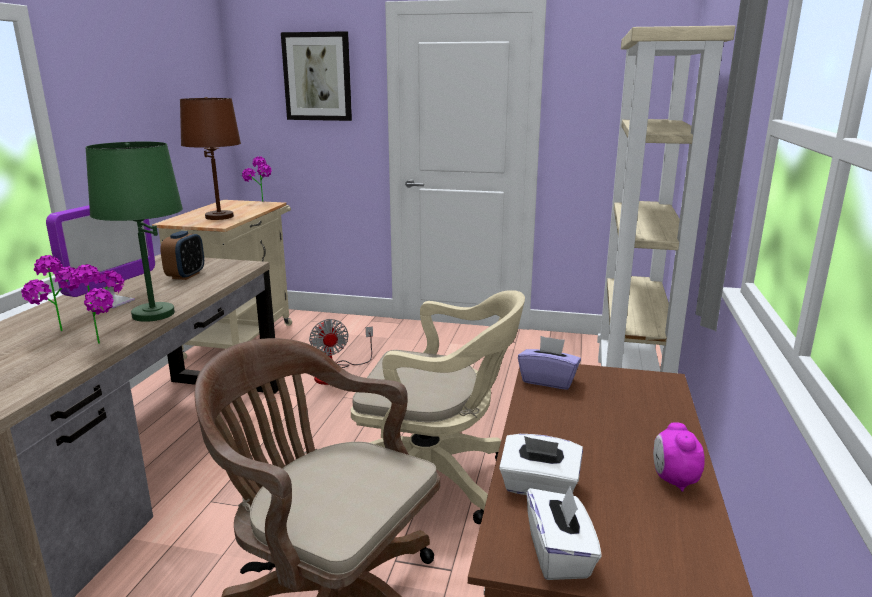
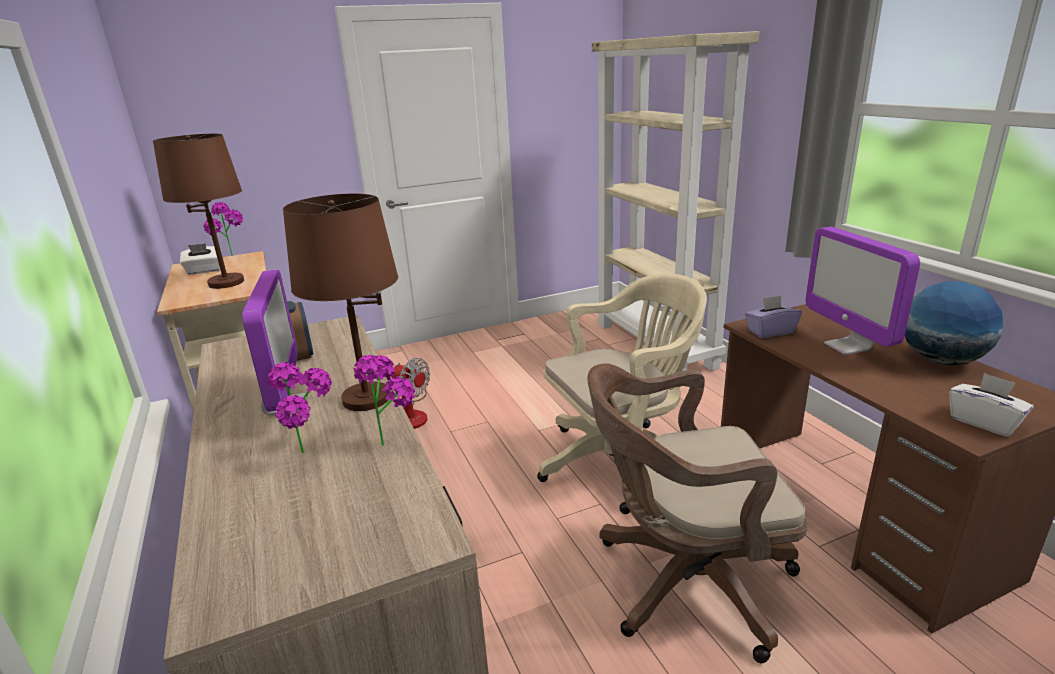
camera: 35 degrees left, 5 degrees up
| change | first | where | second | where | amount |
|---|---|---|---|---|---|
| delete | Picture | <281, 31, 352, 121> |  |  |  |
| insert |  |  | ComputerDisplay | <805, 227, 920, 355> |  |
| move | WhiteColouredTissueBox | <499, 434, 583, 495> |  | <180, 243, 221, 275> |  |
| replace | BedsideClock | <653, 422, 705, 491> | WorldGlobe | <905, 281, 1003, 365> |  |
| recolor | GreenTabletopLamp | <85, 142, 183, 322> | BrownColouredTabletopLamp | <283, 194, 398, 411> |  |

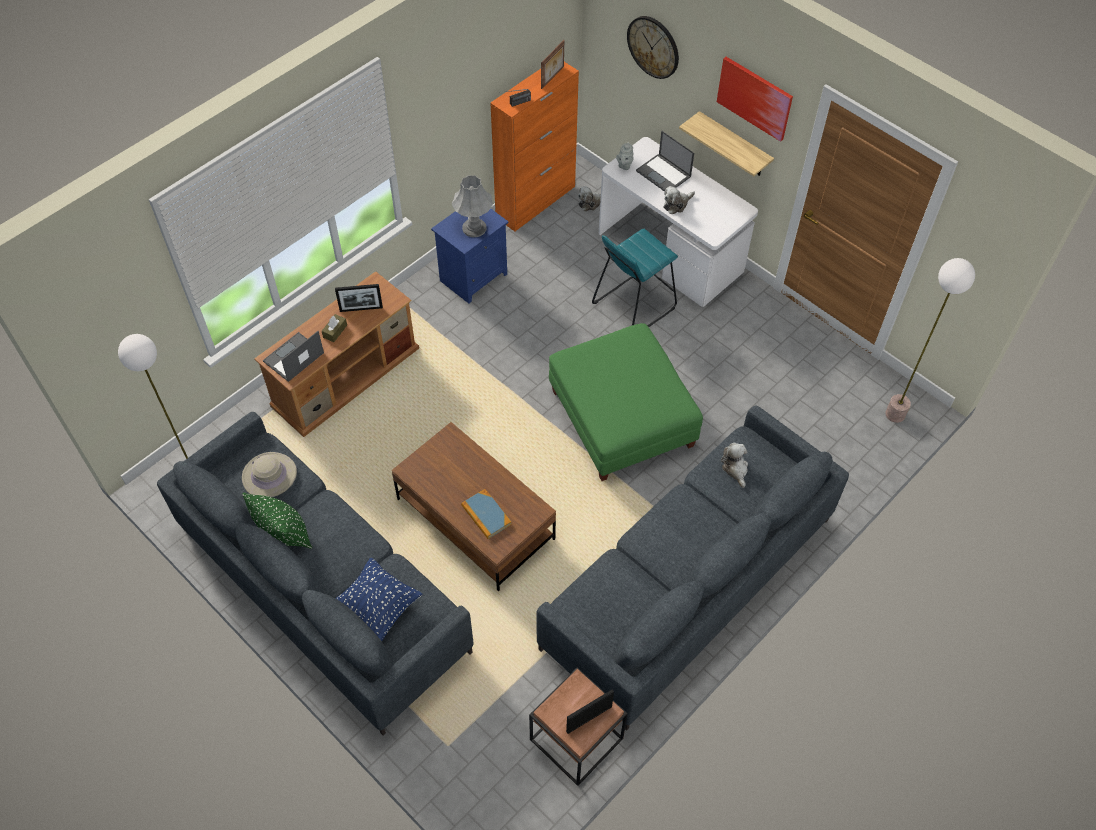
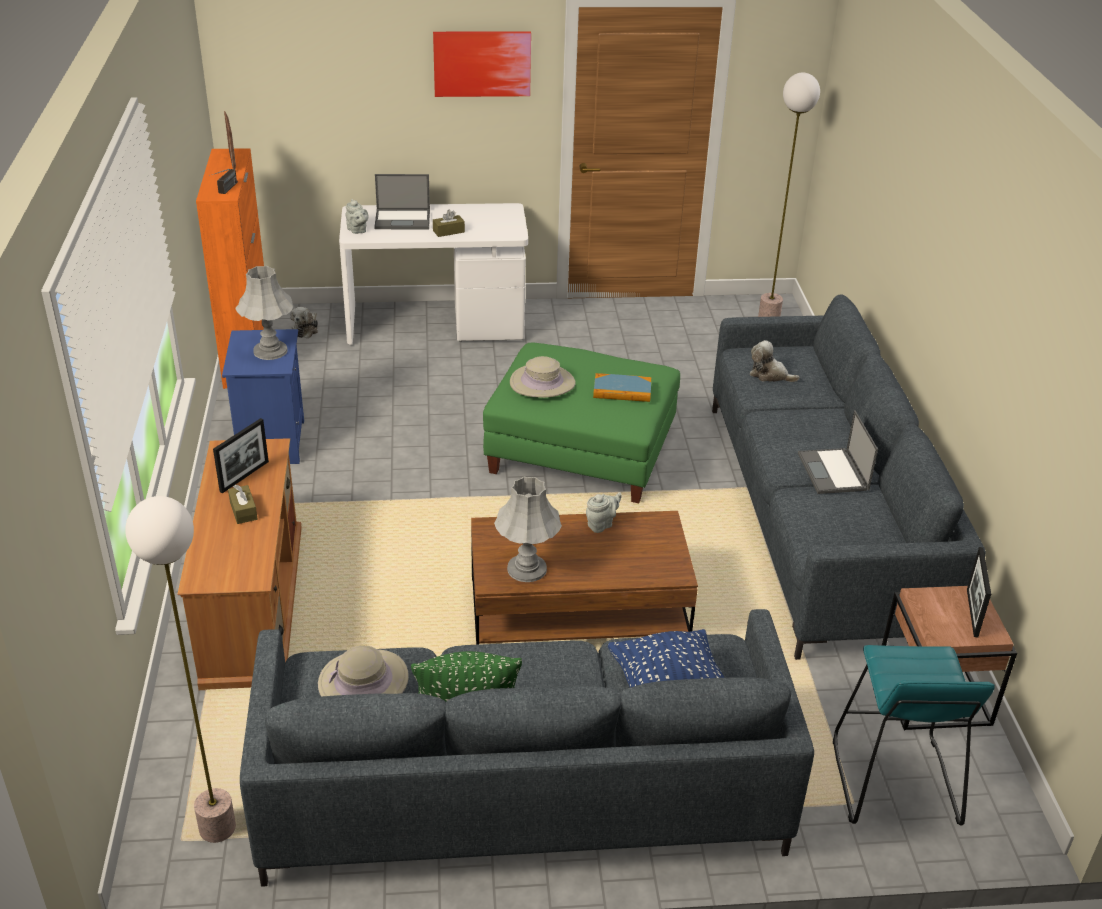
camera: 50 degrees left, 20 degrees down
| change | first | where | second | where | amount |
|---|---|---|---|---|---|
| delete | HangingClock | <627, 16, 679, 79> |  |  |  |
| delete | WallShelf | <679, 111, 774, 176> |  |  |  |
| insert |  |  | GreyishTabletopLamp | <494, 476, 562, 582> |  |
| insert |  |  | BeigeWearableHat | <510, 356, 576, 398> |  |
| insert |  |  | GreyishPotForTea | <586, 492, 622, 533> |  |
| move | PortableComputer | <263, 331, 324, 382> |  | <798, 410, 878, 494> |  |
| move | Book | <461, 489, 512, 539> |  | <593, 373, 651, 402> |  |
| move | TurquoiseColouredSittingStool | <592, 229, 678, 327> |  | <833, 645, 995, 826> |  |
| replace | SoftToy | <663, 186, 695, 214> | BrownColouredTissueBox | <433, 210, 465, 237> |  |

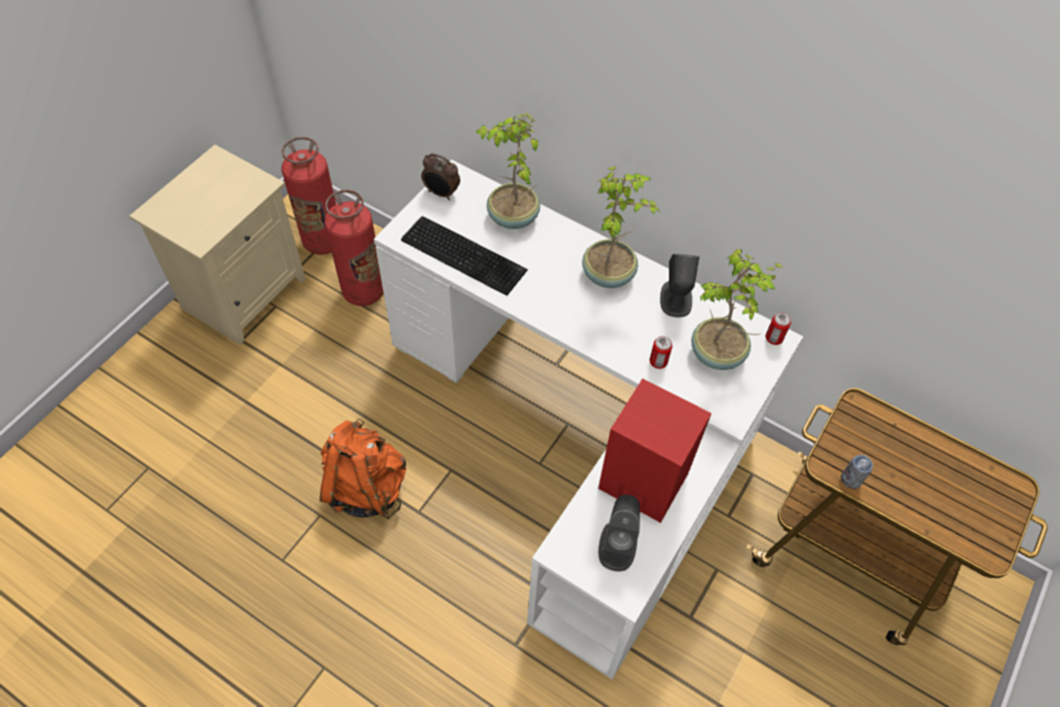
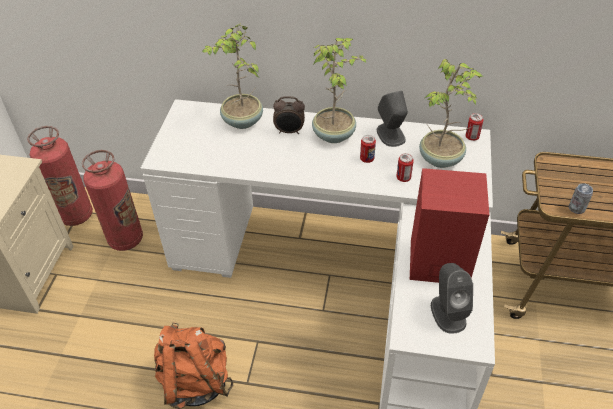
camera: 20 degrees left, 10 degrees down
| change | first | where | second | where | amount |
|---|---|---|---|---|---|
| delete | Keyboard | <401, 216, 528, 296> |  |  |  |
| insert |  |  | MetalCan | <360, 135, 376, 163> |  |
| move | BedsideClock | <421, 153, 460, 200> |  | <273, 96, 305, 134> |  |

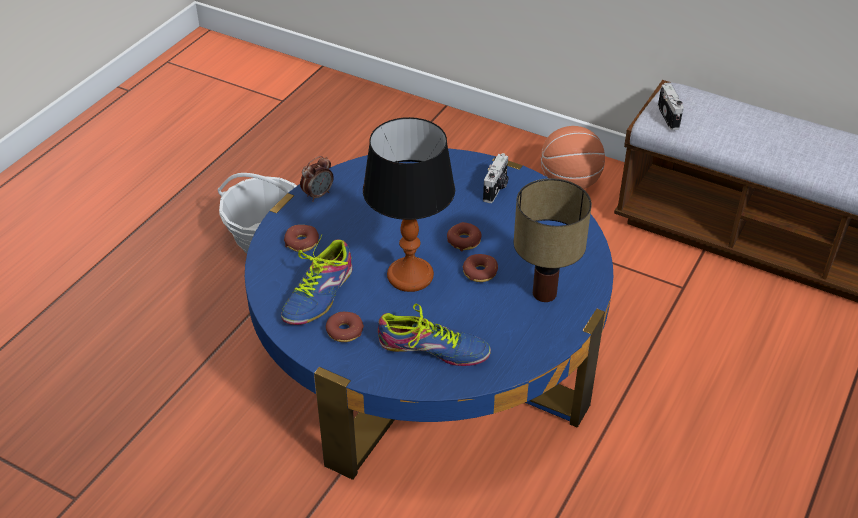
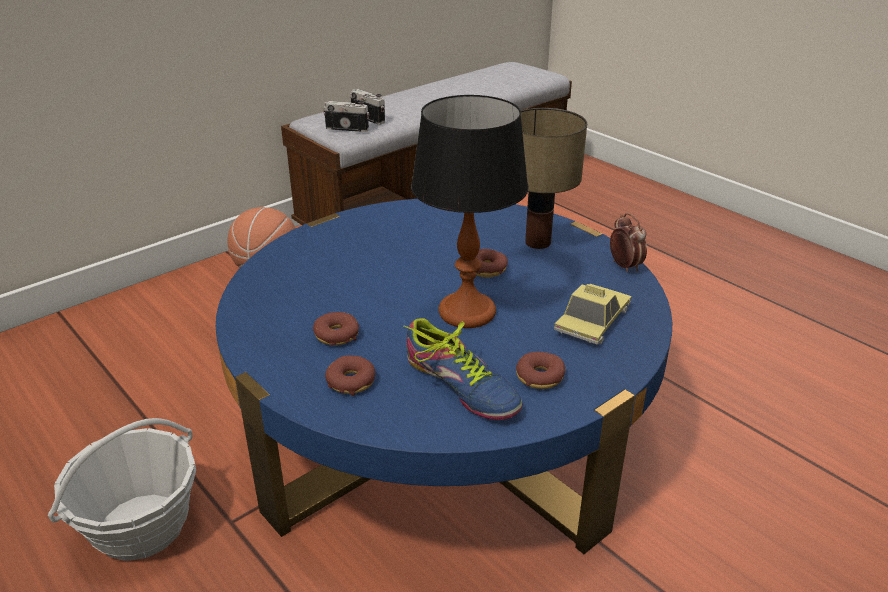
camera: 70 degrees left, 10 degrees down
| change | first | where | second | where | amount |
|---|---|---|---|---|---|
| move | BedsideClock | <300, 156, 334, 202> |  | <610, 213, 647, 272> |  |
| move | RingDoughnut | <447, 222, 482, 251> |  | <313, 312, 359, 345> |  |
| move | StillCamera | <483, 153, 508, 203> |  | <350, 89, 385, 125> |  |
| replace | ItemOfFootwear | <378, 303, 491, 366> | ModelCar | <554, 284, 632, 345> |  |

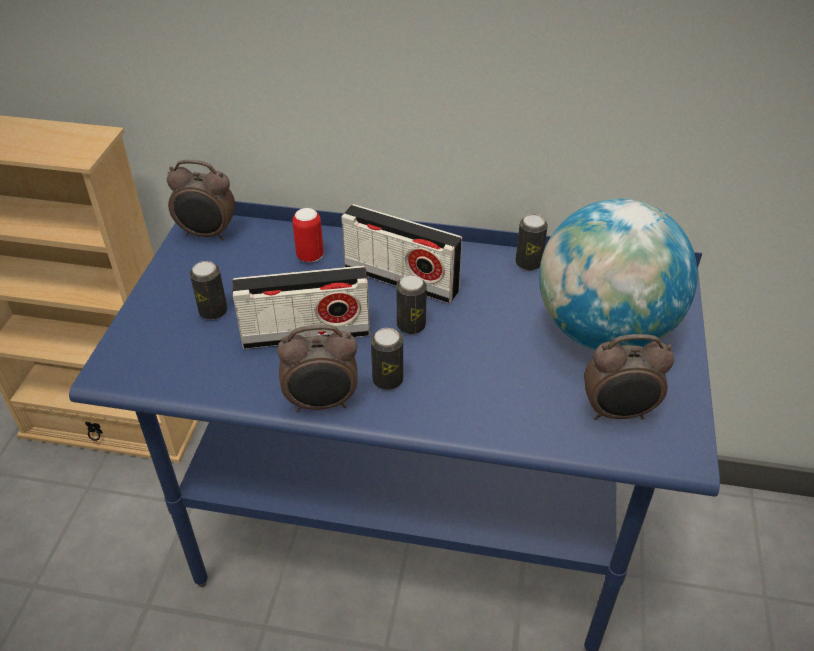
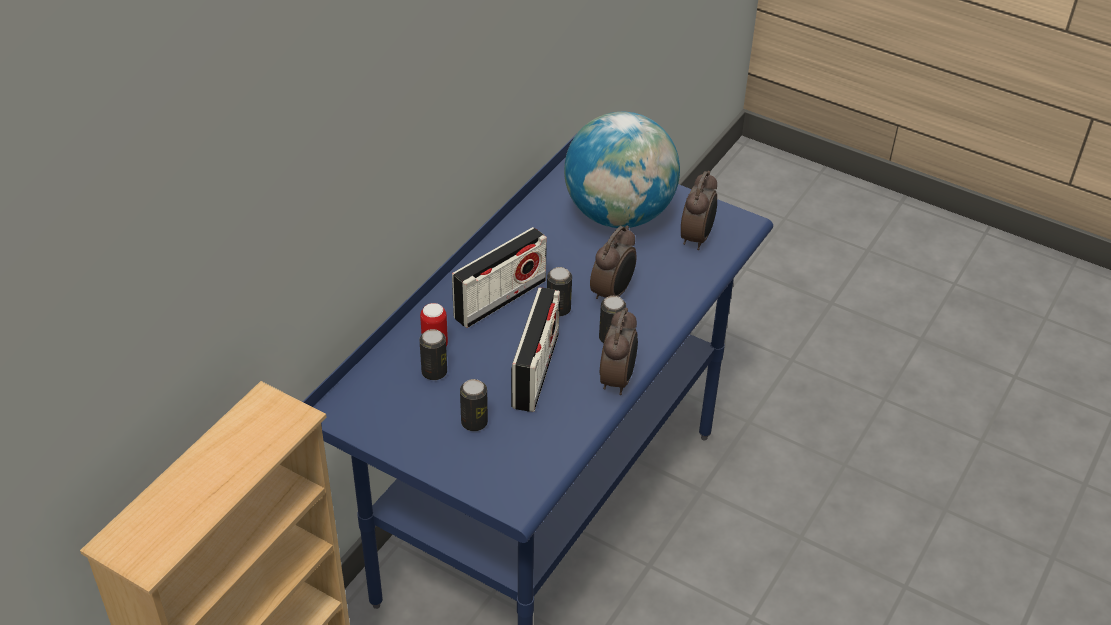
camera: 70 degrees left, 0 degrees up
| change | first | where | second | where | amount |
|---|---|---|---|---|---|
| move | BedsideClock | <167, 160, 235, 241> |  | <590, 226, 637, 299> |  |
| move | MetalCan | <515, 214, 548, 270> |  | <419, 329, 447, 380> |  |

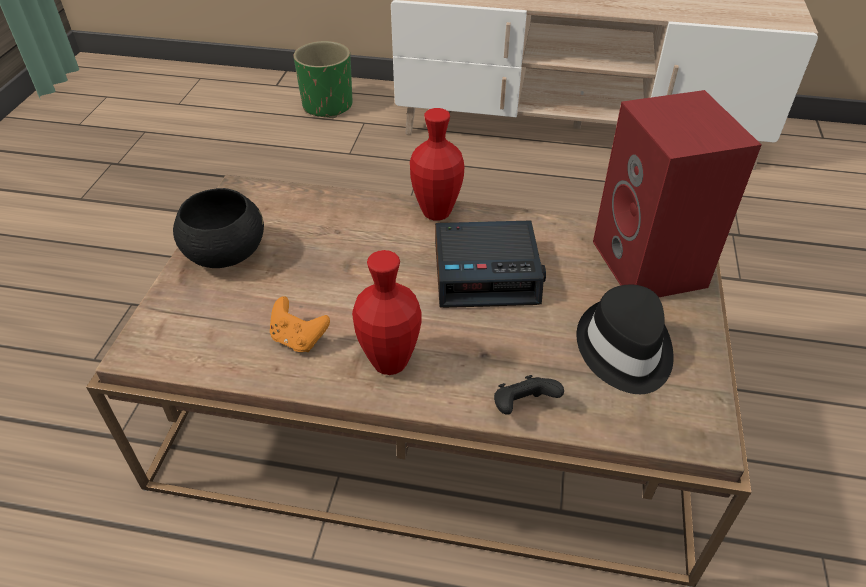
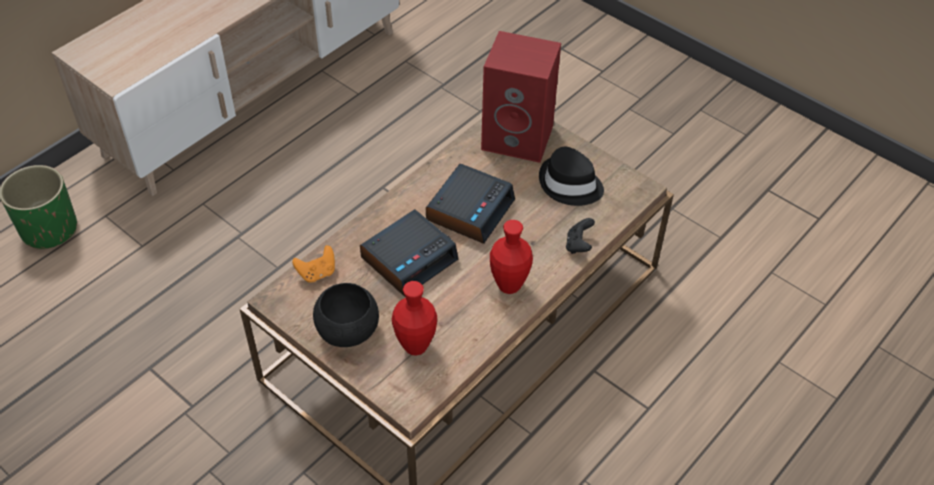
camera: 60 degrees left, 5 degrees up
| change | first | where | second | where | amount |
|---|---|---|---|---|---|
| insert |  |  | BedsideClock | <360, 209, 458, 297> |  |
| move | OrangeColouredJoypad | <270, 296, 330, 352> |  | <292, 245, 335, 283> |  |
| move | ReddishFlowerVase | <410, 108, 464, 221> |  | <392, 281, 437, 356> |  |

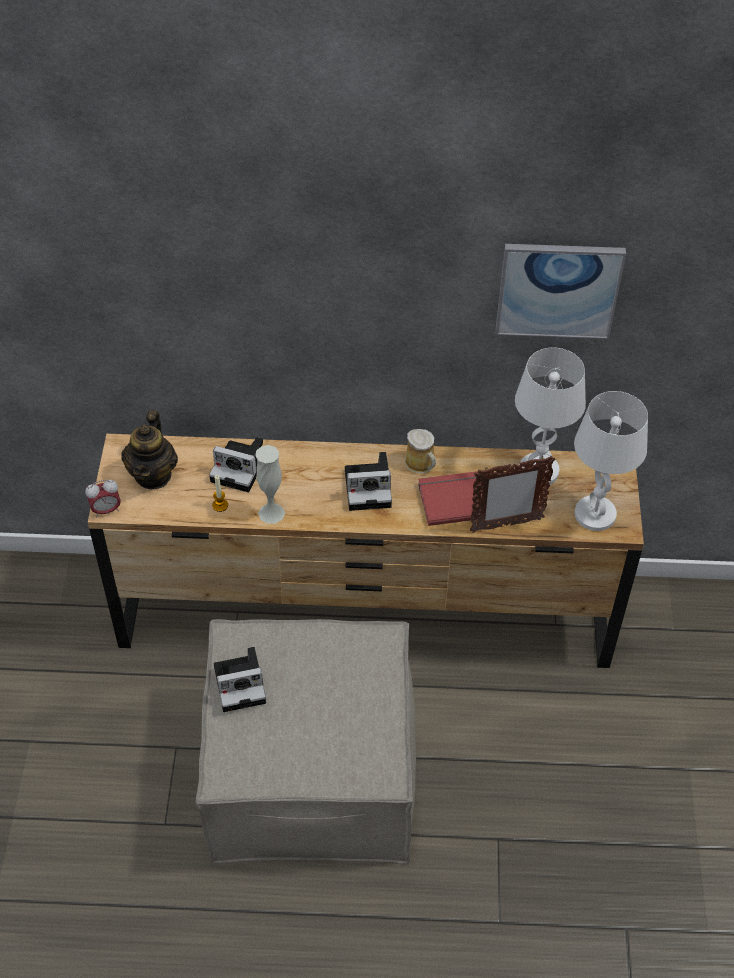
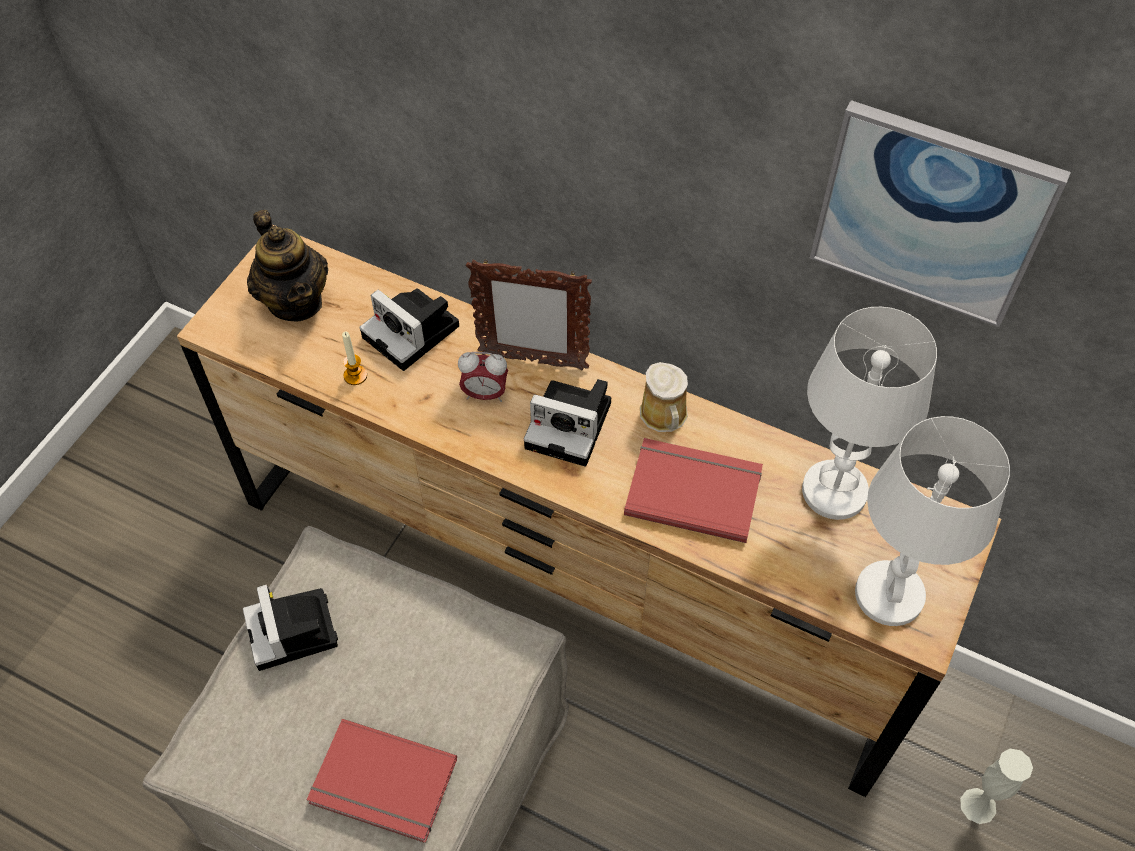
camera: 25 degrees right, 5 degrees up
| change | first | where | second | where | amount |
|---|---|---|---|---|---|
| insert |  |  | ReddishBook | <307, 719, 457, 843> |  |
| move | BedsideClock | <85, 480, 121, 517> |  | <458, 352, 508, 402> |  |
| move | WhiteColouredFlowerVase | <255, 445, 285, 524> |  | <960, 749, 1033, 824> |  |
| move | StandingFrame | <470, 456, 555, 533> |  | <466, 259, 592, 371> |  |
| rotate | PotForTea | <121, 410, 178, 489> |  | <247, 210, 328, 321> | 60 degrees counterclockwise |
| rotate | StillCamera | <214, 647, 266, 712> |  | <243, 584, 338, 671> | 60 degrees clockwise |

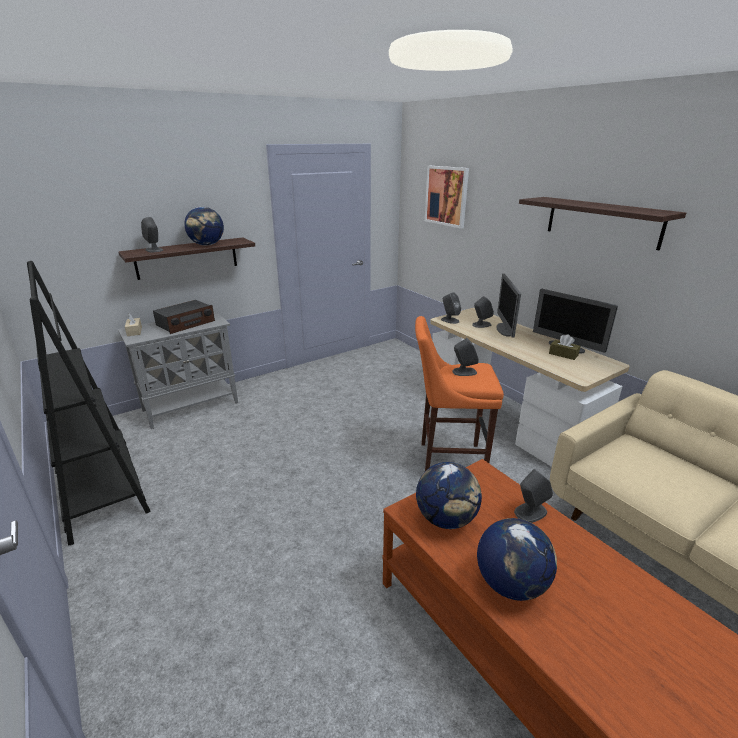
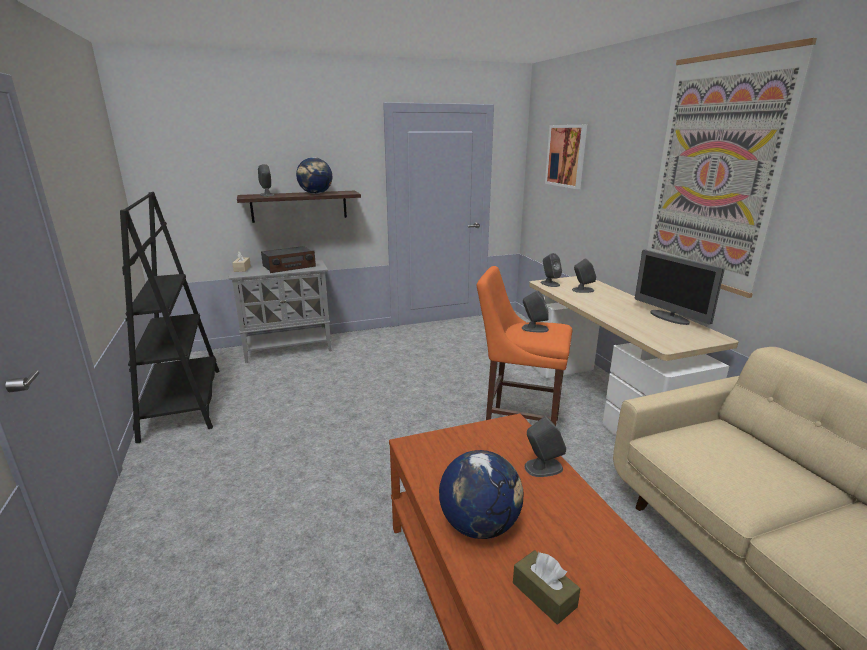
camera: 15 degrees right, 5 degrees down
| change | first | where | second | where | amount |
|---|---|---|---|---|---|
| delete | WorldGlobe | <416, 462, 482, 529> |  |  |  |
| delete | ComputerDisplay | <496, 274, 521, 337> |  |  |  |
| move | BrownColouredTissueBox | <549, 334, 580, 360> |  | <513, 550, 580, 625> |  |
| replace | WallShelf | <519, 197, 686, 250> | Picture | <647, 38, 817, 298> |  |

